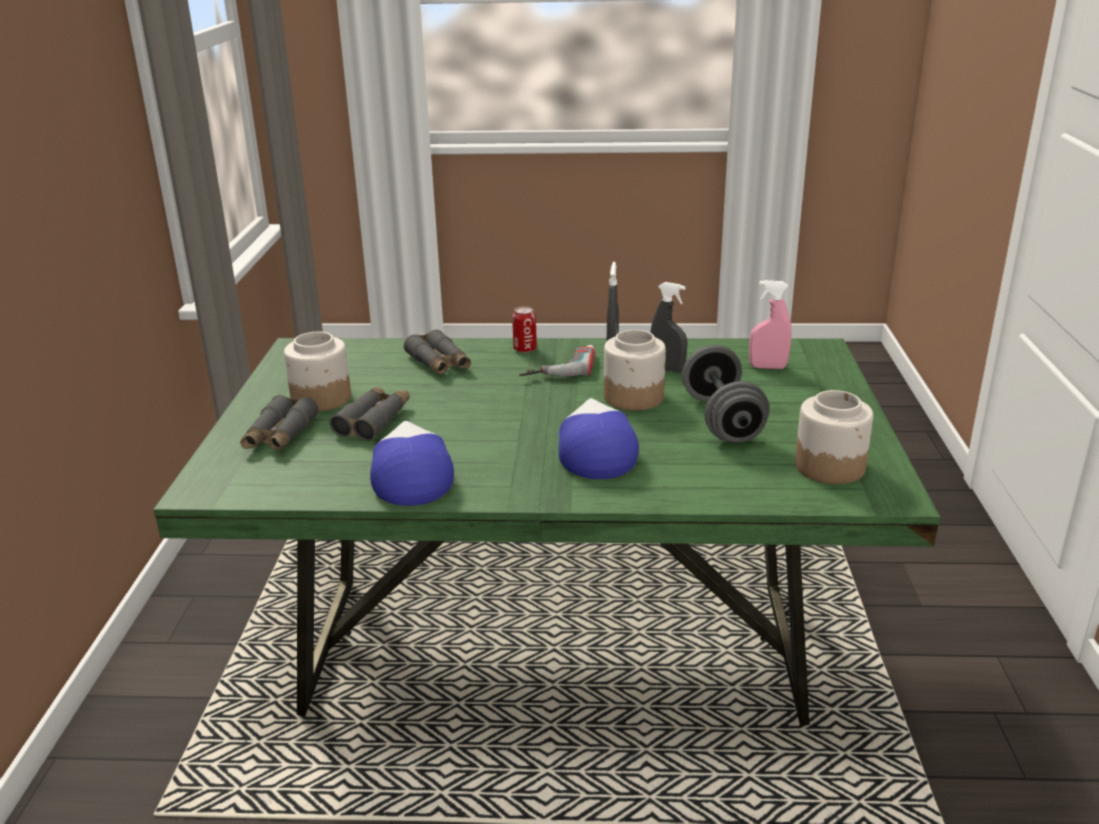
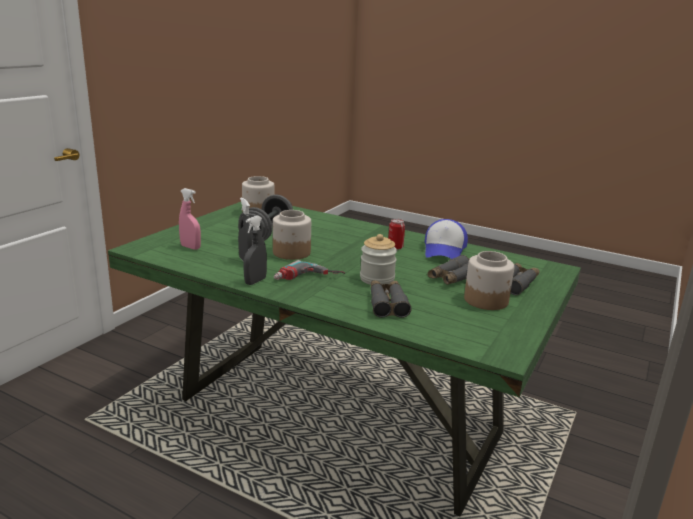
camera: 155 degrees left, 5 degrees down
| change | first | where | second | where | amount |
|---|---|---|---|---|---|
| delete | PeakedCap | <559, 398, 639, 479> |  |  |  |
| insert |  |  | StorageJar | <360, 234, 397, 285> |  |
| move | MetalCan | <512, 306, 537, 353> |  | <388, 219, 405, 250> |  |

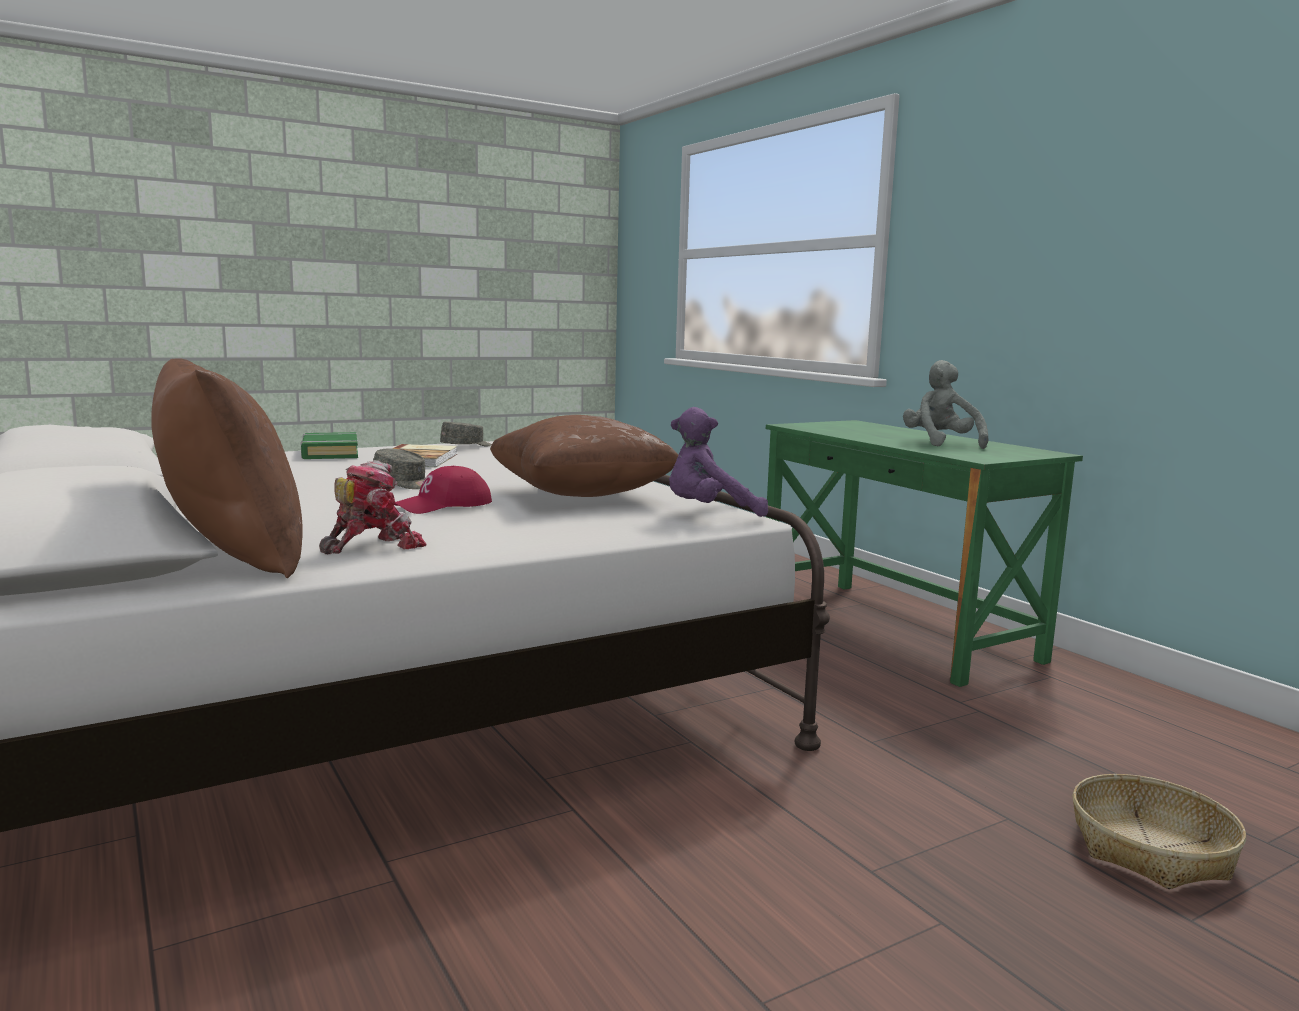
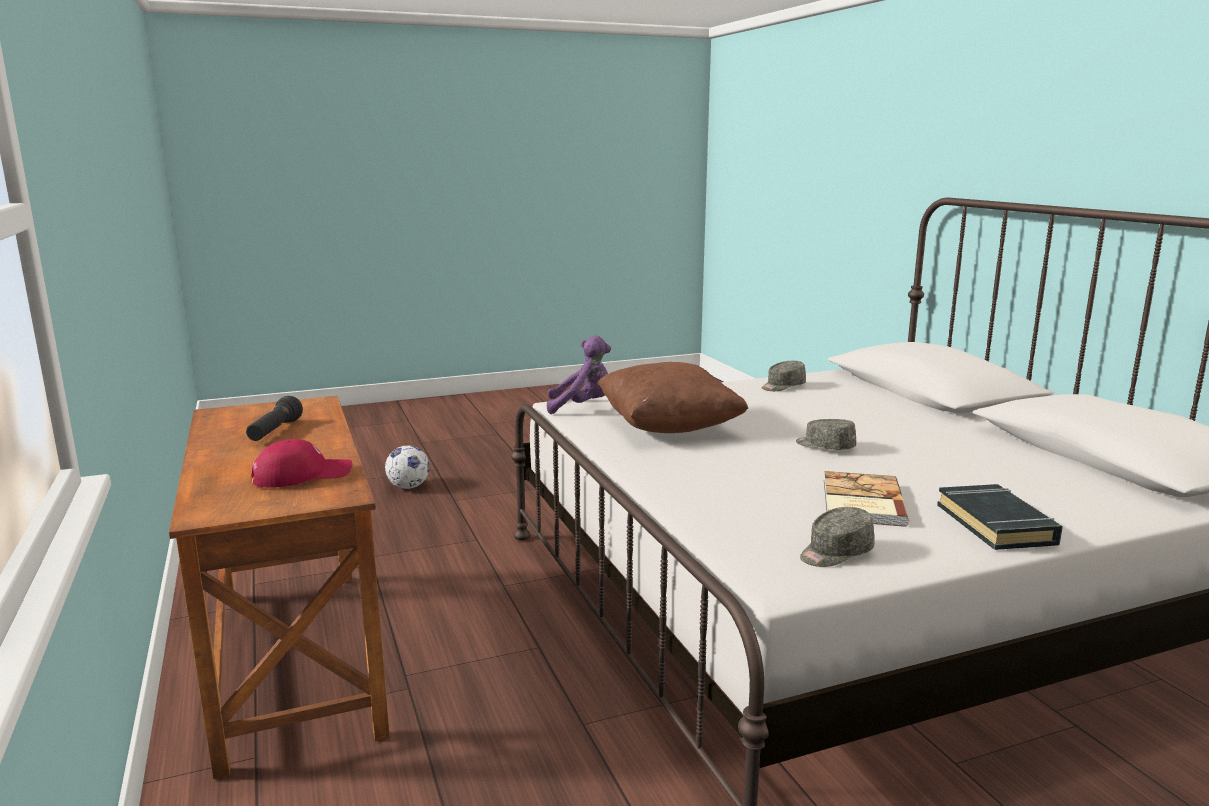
camera: 170 degrees left, 5 degrees up
| change | first | where | second | where | amount |
|---|---|---|---|---|---|
| delete | BrownColouredThrowPillow | <151, 359, 303, 578> |  |  |  |
| move | ReddishPeakedCap | <394, 466, 492, 514> |  | <251, 439, 352, 488> |  |
| replace | RobotFigure | <319, 460, 426, 554> | GreyishPeakedCap | <762, 361, 806, 391> |  |
| replace | GreyishSoftToy | <903, 360, 989, 449> | BlackTorch | <246, 396, 303, 441> |  |
| replace | HouseholdBasket | <1072, 774, 1246, 889> | FootballBall | <385, 445, 430, 489> |  |
| recolor | GreenBook | <301, 432, 358, 459> | BlackBook | <937, 484, 1063, 550> |  |
| recolor | GreenDeskUnit | <766, 420, 1083, 687> | BrownColouredDeskUnit | <169, 396, 390, 779> |  |

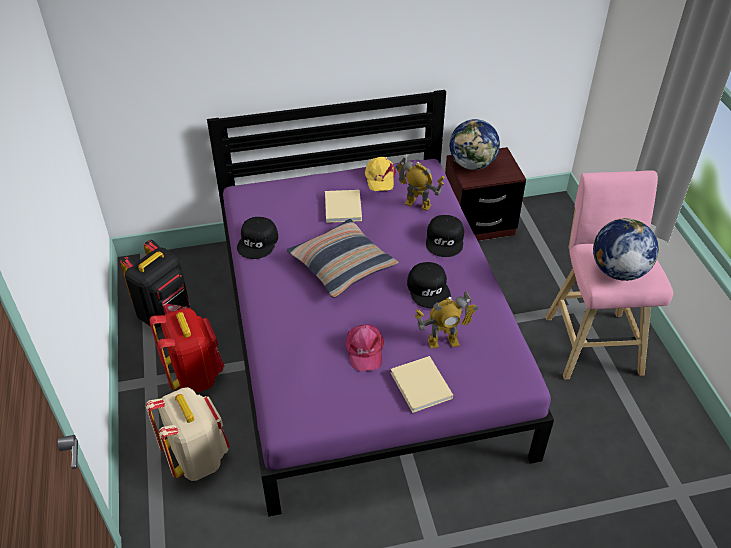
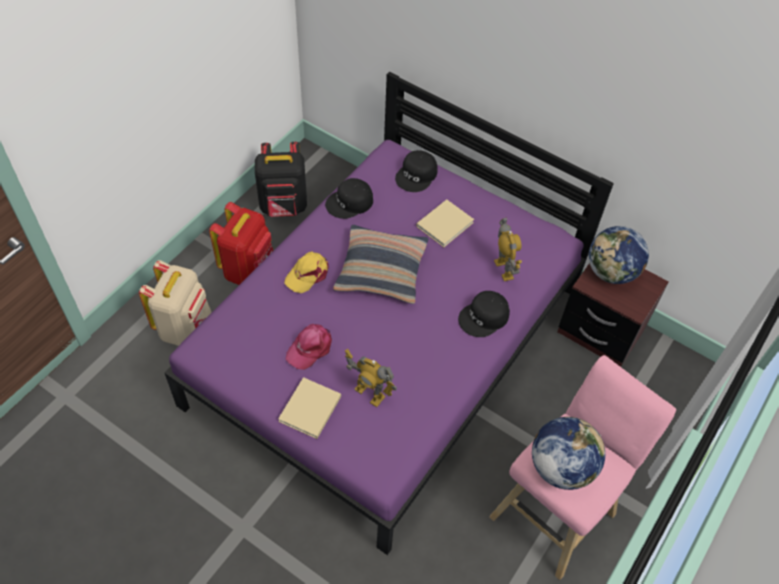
camera: 45 degrees right, 10 degrees up
| change | first | where | second | where | amount |
|---|---|---|---|---|---|
| move | YellowishPeakedCap | <365, 157, 396, 191> |  | <284, 251, 329, 293> |  |
| move | BlackPeakedCap | <407, 262, 451, 308> |  | <395, 150, 438, 192> |  |

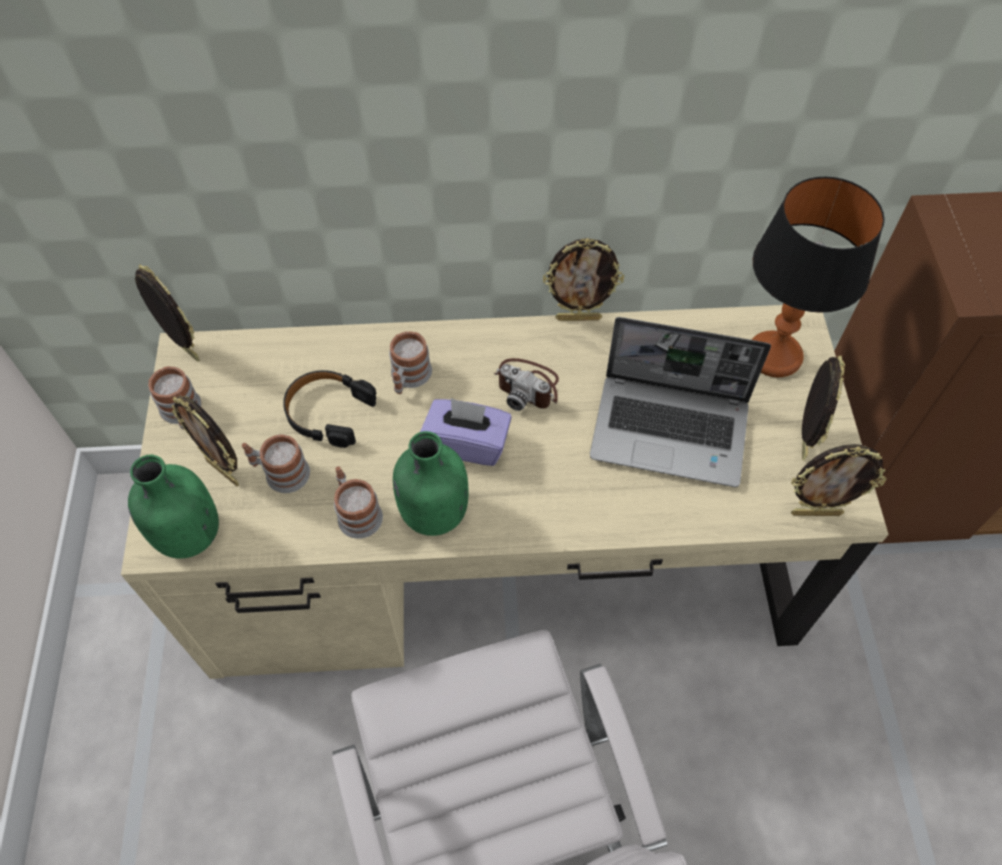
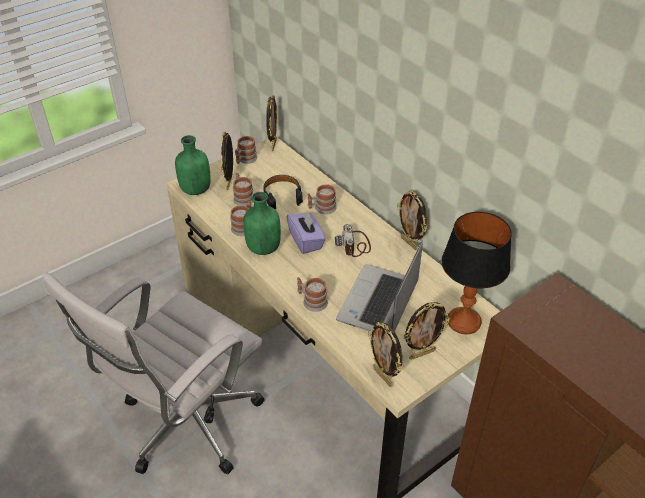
camera: 55 degrees right, 15 degrees down
| change | first | where | second | where | amount |
|---|---|---|---|---|---|
| insert |  |  | TeaMug | <297, 277, 328, 312> |  |
| rotate | PortableComputer | <590, 317, 771, 487> |  | <336, 240, 423, 332> | 45 degrees clockwise |

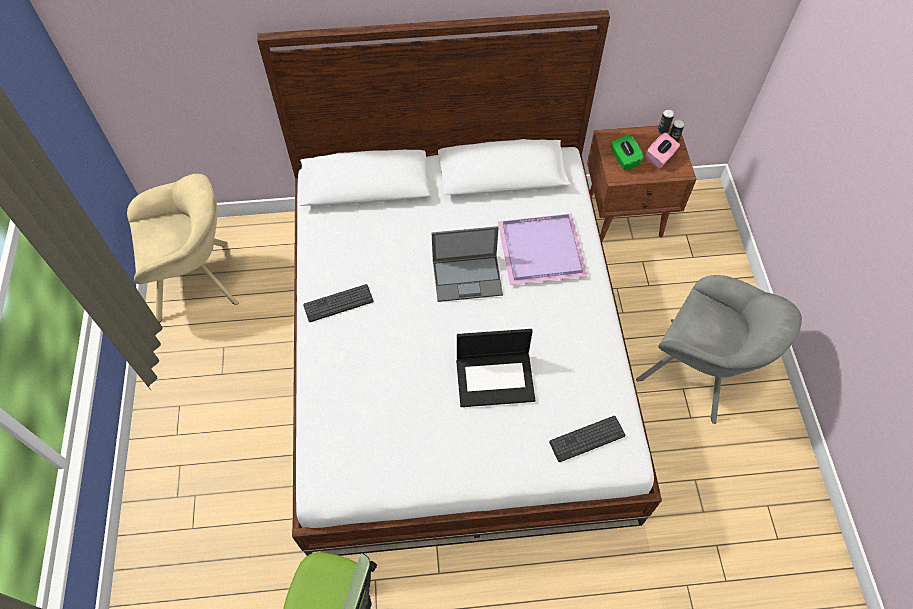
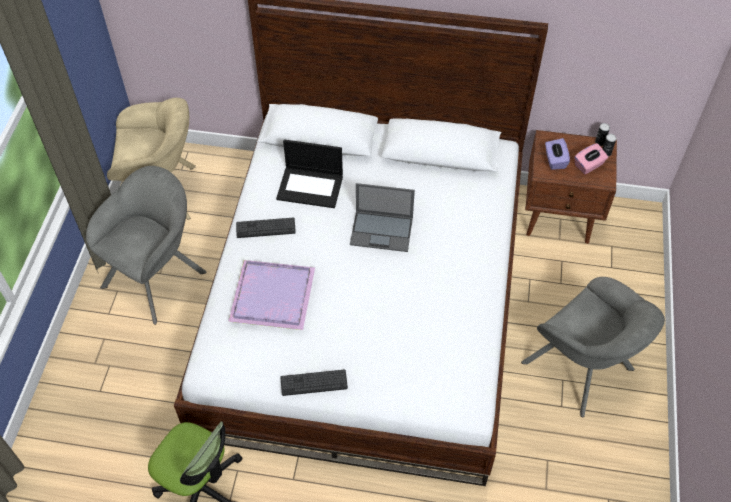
camera: 15 degrees right, 5 degrees down
| change | first | where | second | where | amount |
|---|---|---|---|---|---|
| insert |  |  | GreyishLoungeChair | <86, 166, 207, 325> |  |
| move | PortableComputer | <456, 329, 535, 407> |  | <276, 139, 343, 208> |  |
| move | PurpleColouredServingTray | <498, 213, 588, 285> |  | <228, 260, 315, 330> |  |
| move | Keyboard | <549, 416, 625, 462> |  | <281, 370, 348, 396> |  |
| recolor | GreenTissueBox | <611, 134, 644, 170> | PurpleColouredTissueBox | <545, 138, 570, 170> |  |

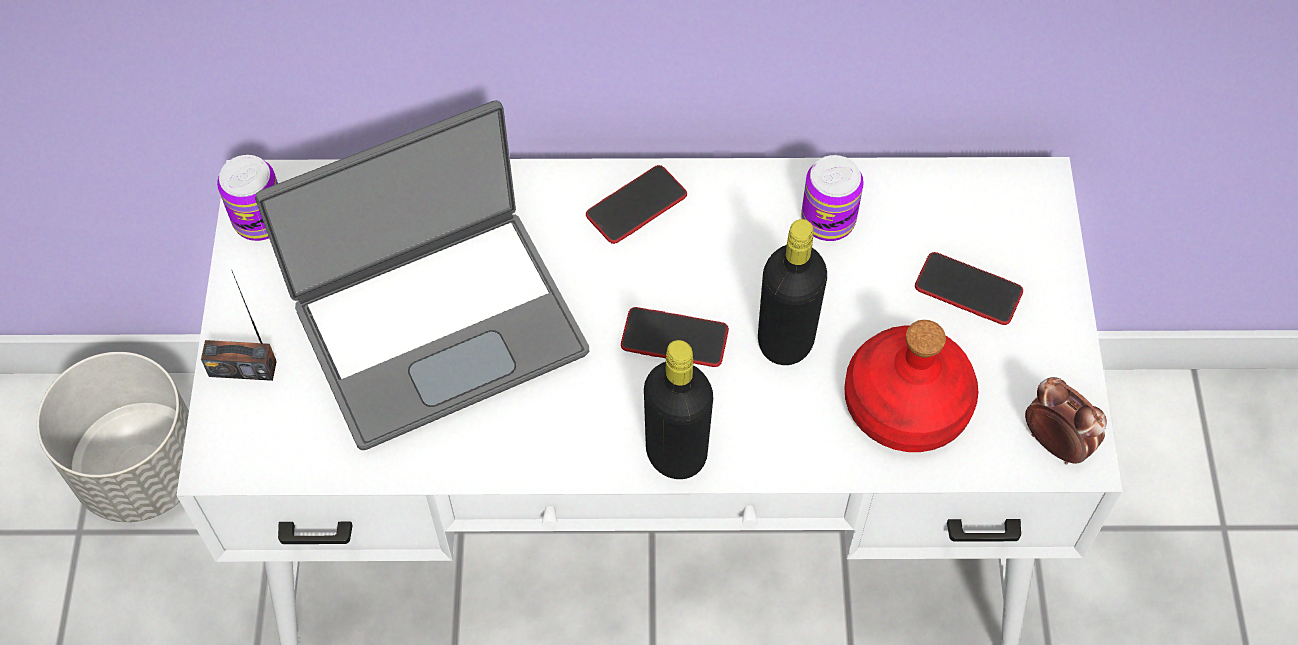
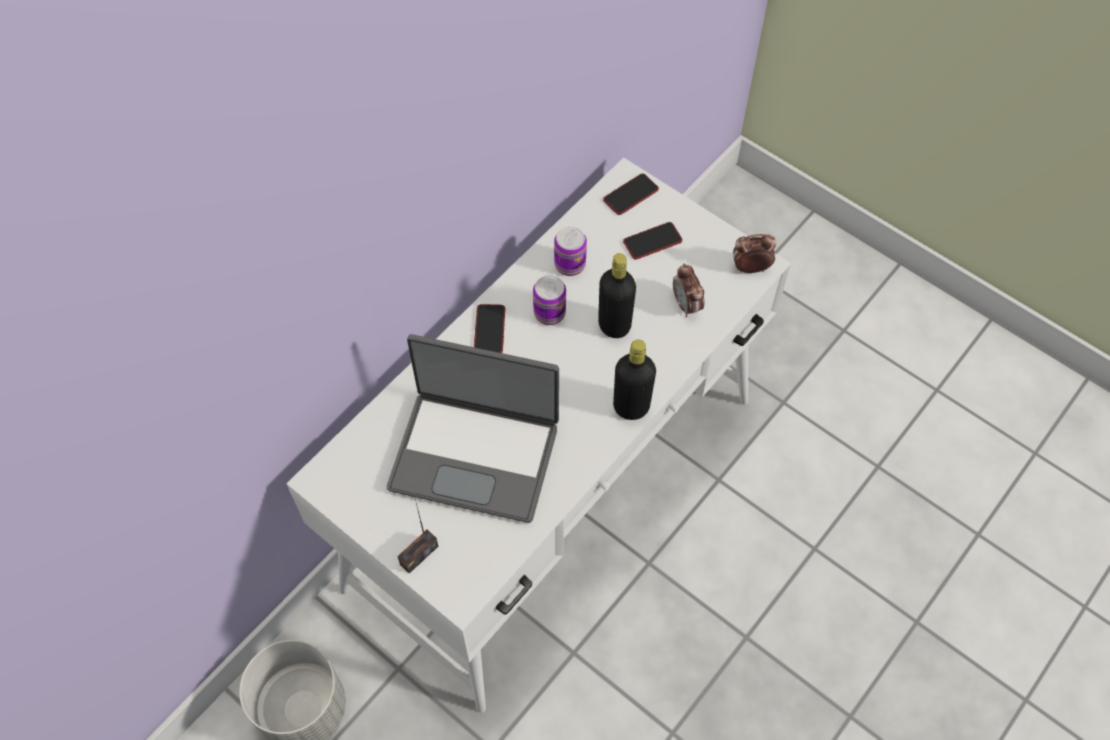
camera: 50 degrees left, 0 degrees up
| change | first | where | second | where | amount |
|---|---|---|---|---|---|
| move | MetalCan | <217, 155, 278, 241> |  | <533, 275, 566, 325> |  |
| move | Handset | <621, 307, 729, 367> |  | <603, 173, 659, 215> |  |
| replace | ReddishDrinkBottle | <844, 320, 979, 452> | BedsideClock | <673, 263, 704, 317> |  |
| rotate | PortableComputer | <255, 100, 589, 450> |  | <386, 334, 559, 523> | 90 degrees clockwise |

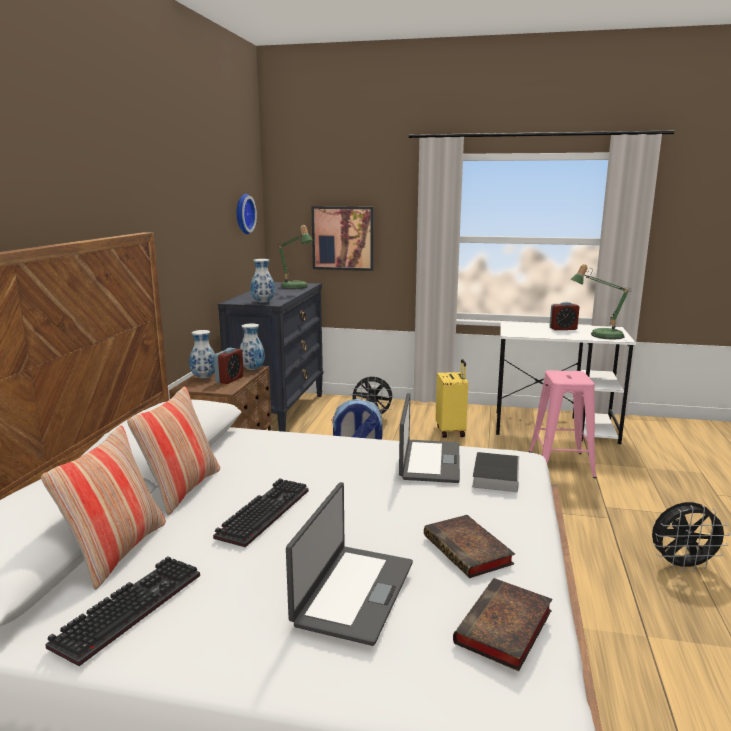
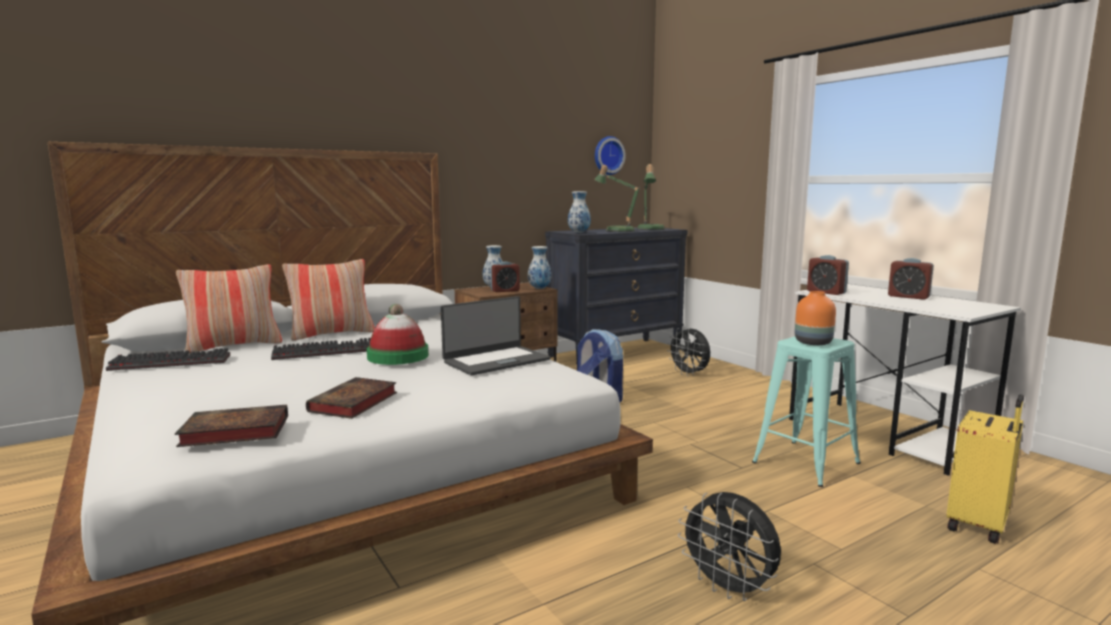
camera: 45 degrees right, 5 degrees down
| change | first | where | second | where | amount |
|---|---|---|---|---|---|
| delete | PortableComputer | <286, 482, 413, 646> |  |  |  |
| delete | Picture | <311, 206, 374, 271> |  |  |  |
| delete | Book | <472, 452, 519, 492> |  |  |  |
| insert |  |  | WearableHat | <367, 304, 429, 365> |  |
| insert |  |  | OrangeColouredFlowerVase | <795, 291, 836, 345> |  |
| insert |  |  | BedsideClock | <807, 255, 849, 295> |  |
| move | YellowishTravelCase | <435, 359, 468, 438> |  | <946, 394, 1024, 544> |  |
| move | TabletopLamp | <571, 264, 631, 340> |  | <595, 165, 641, 232> |  |
| recolor | PinkishSittingStool | <529, 370, 597, 478> | TurquoiseColouredSittingStool | <752, 336, 861, 487> |  |

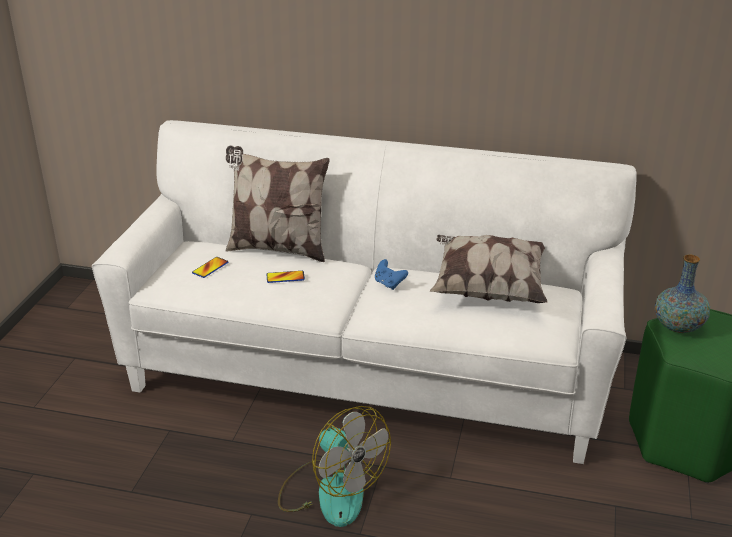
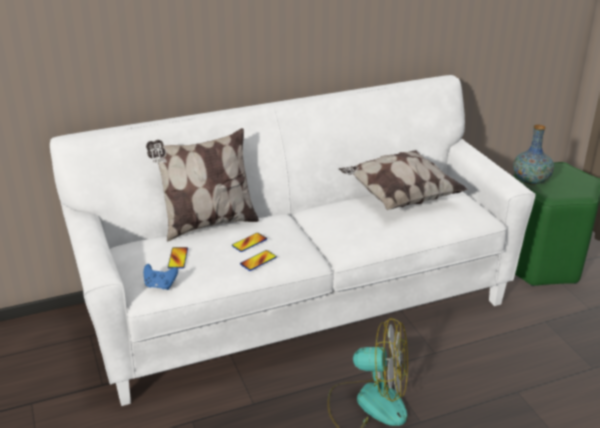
camera: 35 degrees left, 0 degrees up
| change | first | where | second | where | amount |
|---|---|---|---|---|---|
| insert |  |  | Handset | <240, 250, 277, 271> |  |
| move | BlueColouredJoypad | <375, 259, 408, 290> |  | <144, 264, 178, 290> |  |

